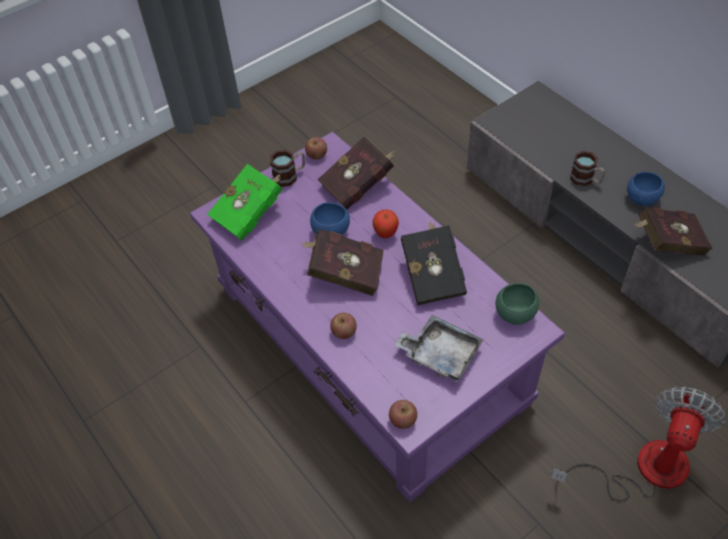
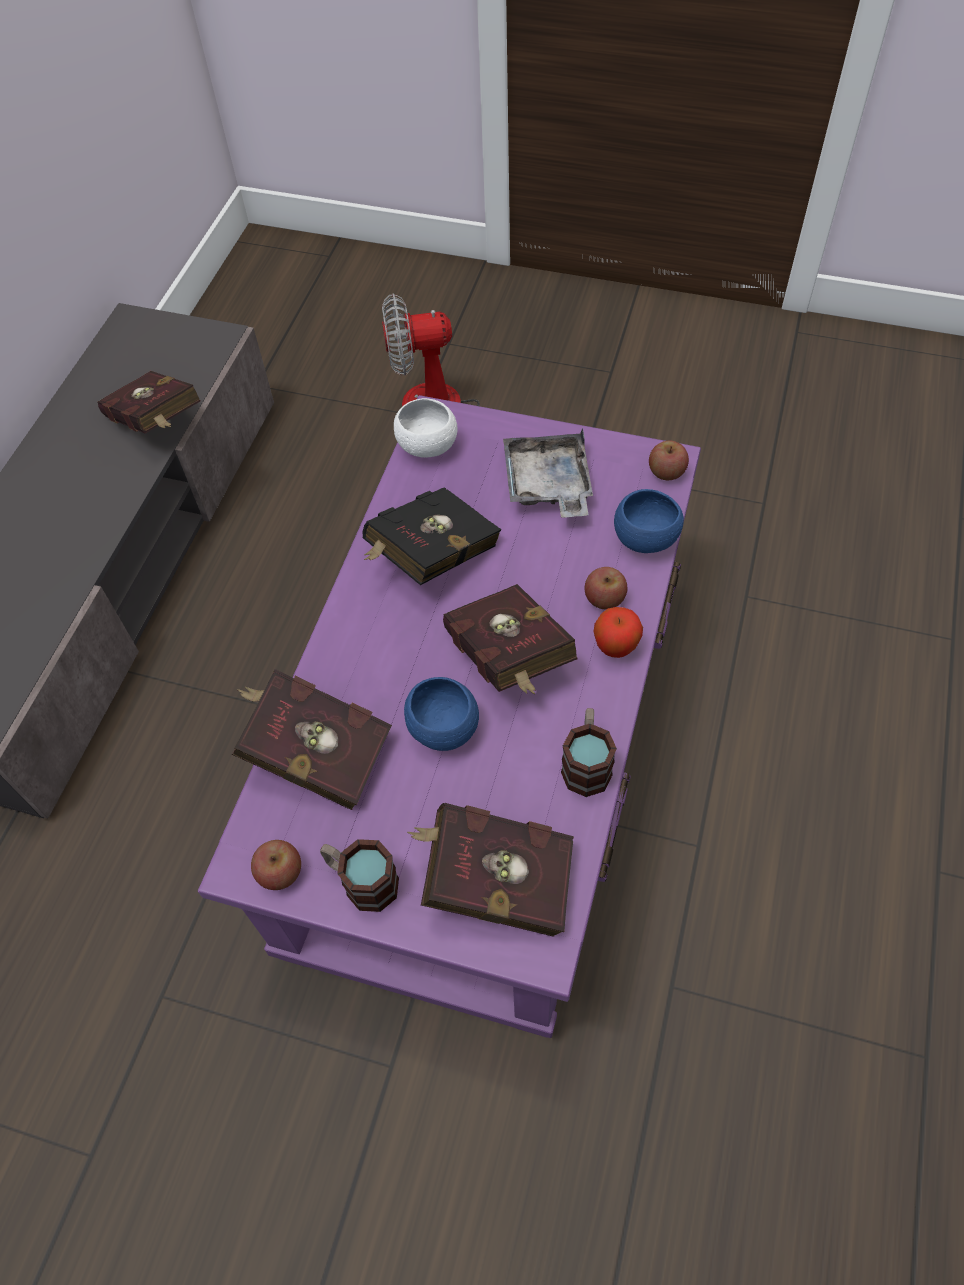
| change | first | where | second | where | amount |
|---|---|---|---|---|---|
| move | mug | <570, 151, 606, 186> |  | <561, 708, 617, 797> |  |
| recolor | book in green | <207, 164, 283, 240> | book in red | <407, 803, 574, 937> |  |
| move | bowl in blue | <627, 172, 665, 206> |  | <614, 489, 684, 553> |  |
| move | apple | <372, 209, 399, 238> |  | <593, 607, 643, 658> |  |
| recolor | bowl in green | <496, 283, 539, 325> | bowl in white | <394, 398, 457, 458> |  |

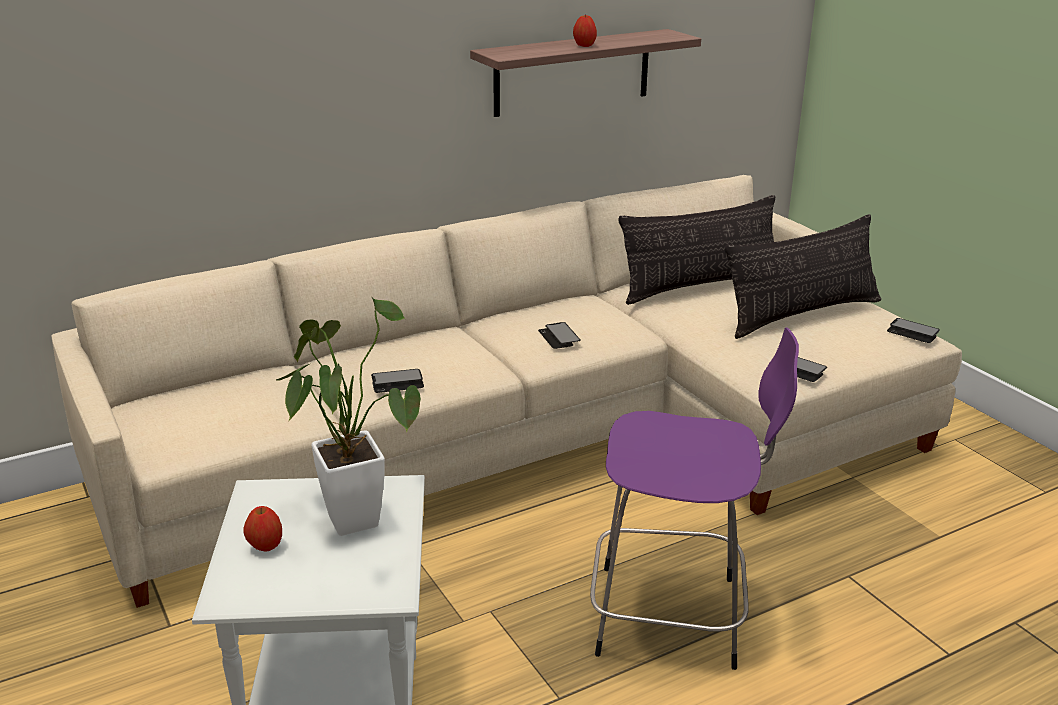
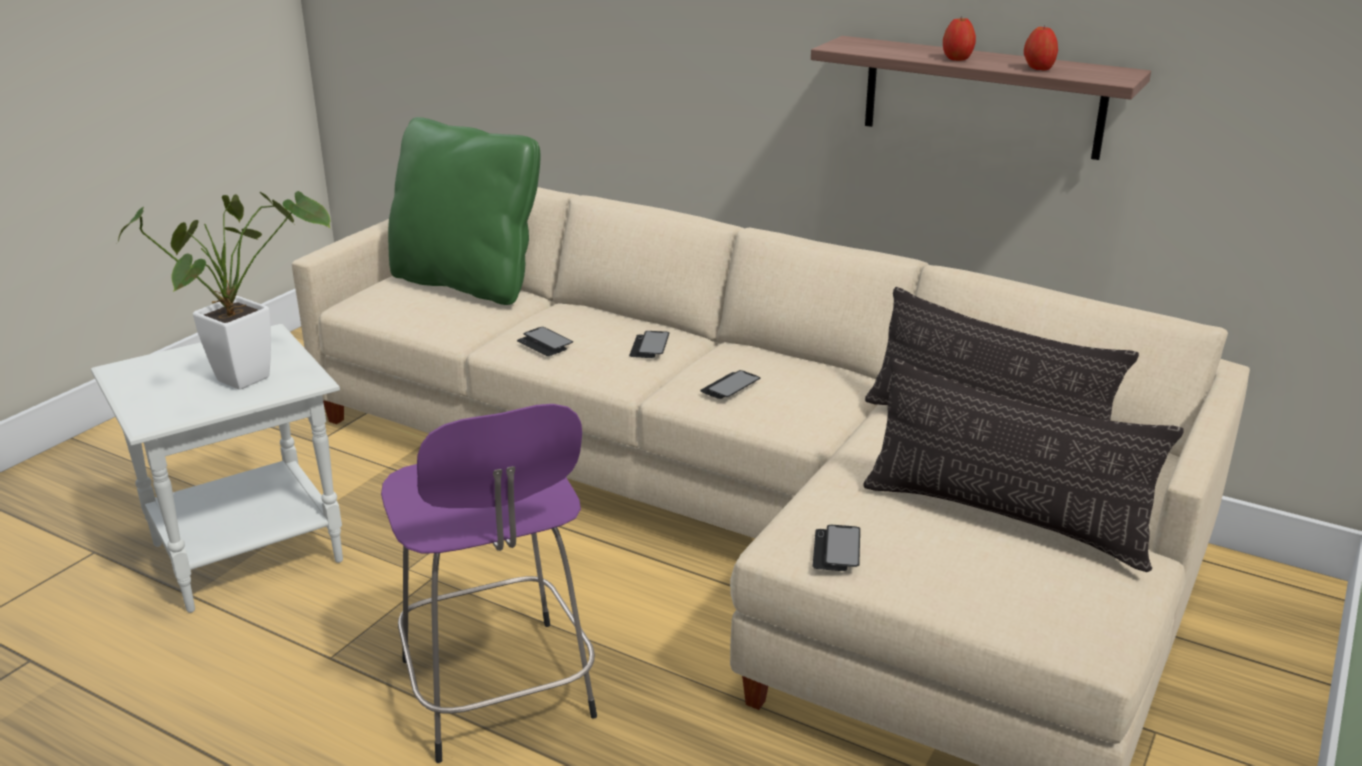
| change | first | where | second | where | amount |
|---|---|---|---|---|---|
| move | phone | <887, 318, 940, 343> |  | <629, 331, 669, 358> |  |
| move | apple | <243, 506, 282, 552> |  | <1024, 25, 1058, 71> |  |
| insert |  |  | pillow in green | <388, 117, 540, 305> |  |

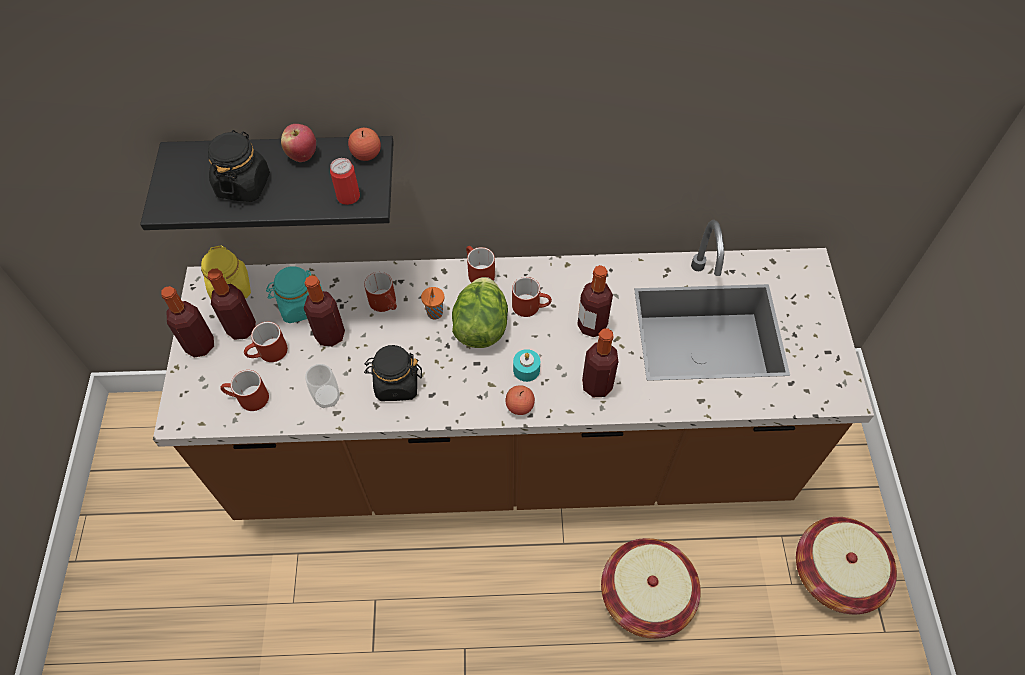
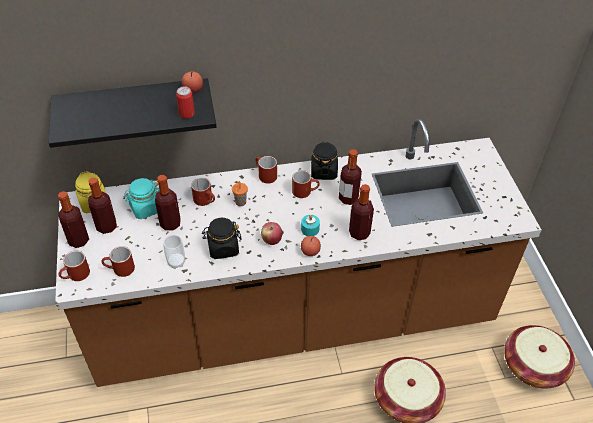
| change | first | where | second | where | amount |
|---|---|---|---|---|---|
| move | apple | <281, 124, 316, 162> |  | <261, 222, 283, 245> |  |
| move | jar in black | <208, 130, 270, 202> |  | <311, 142, 338, 180> |  |
| delete | lettuce | <452, 277, 508, 348> |  |  |  |
| move | mug in red | <244, 322, 288, 362> |  | <59, 251, 90, 281> |  |

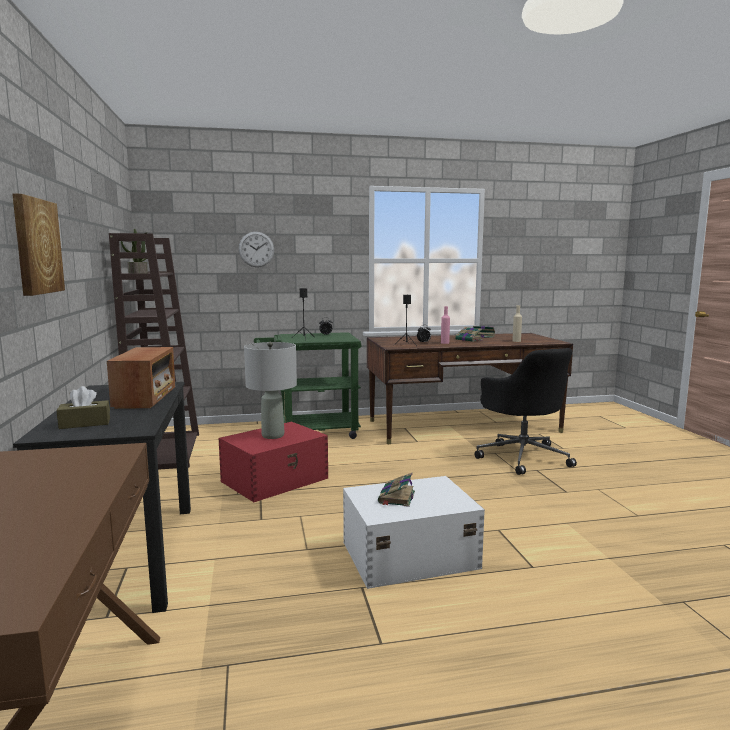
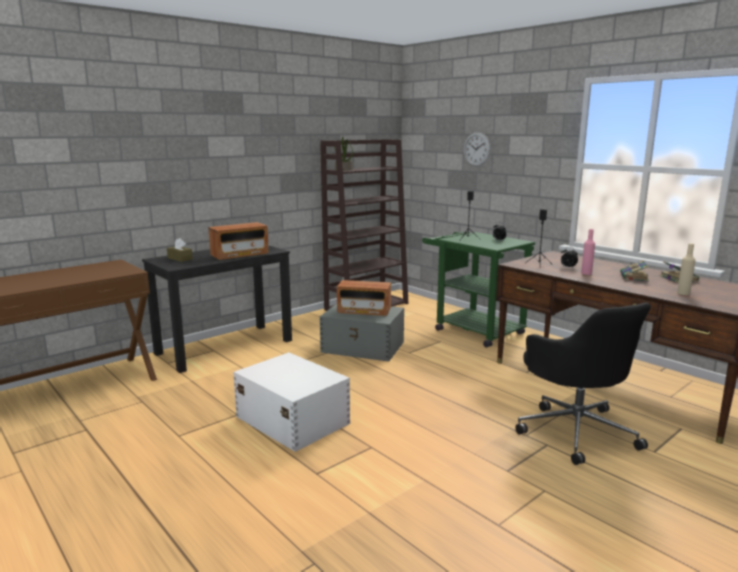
| change | first | where | second | where | amount |
|---|---|---|---|---|---|
| delete | picture | <12, 193, 65, 296> |  |  |  |
| replace | table lamp in grey | <244, 342, 297, 439> | radio | <337, 280, 391, 316> |  |
| rotate | office chair in black | <475, 348, 577, 475> |  | <515, 302, 651, 465> | 60 degrees counterclockwise |
| recolor | storage box in red | <218, 422, 328, 502> | storage box in grey | <320, 304, 404, 362> |  |
| delete | book | <378, 473, 415, 507> |  |  |  |

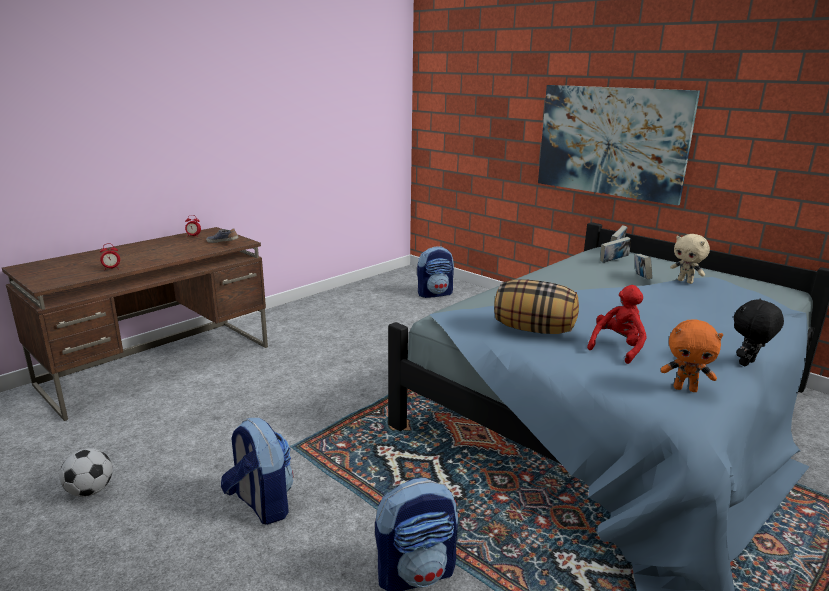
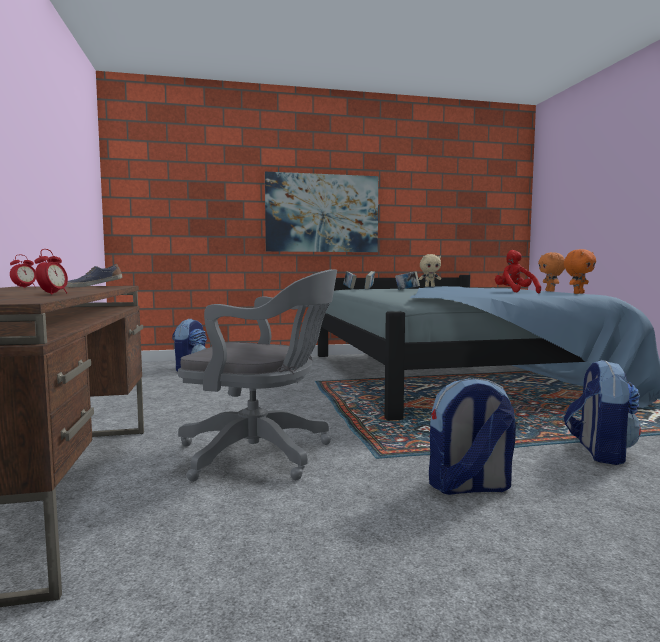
| change | first | where | second | where | amount |
|---|---|---|---|---|---|
| delete | pillow | <494, 279, 579, 334> |  |  |  |
| recolor | plush toy in black | <734, 298, 784, 366> | plush toy in orange | <538, 252, 565, 292> |  |
| delete | football | <60, 448, 112, 497> |  |  |  |
| insert |  |  | office chair in grey | <178, 269, 337, 482> |  |

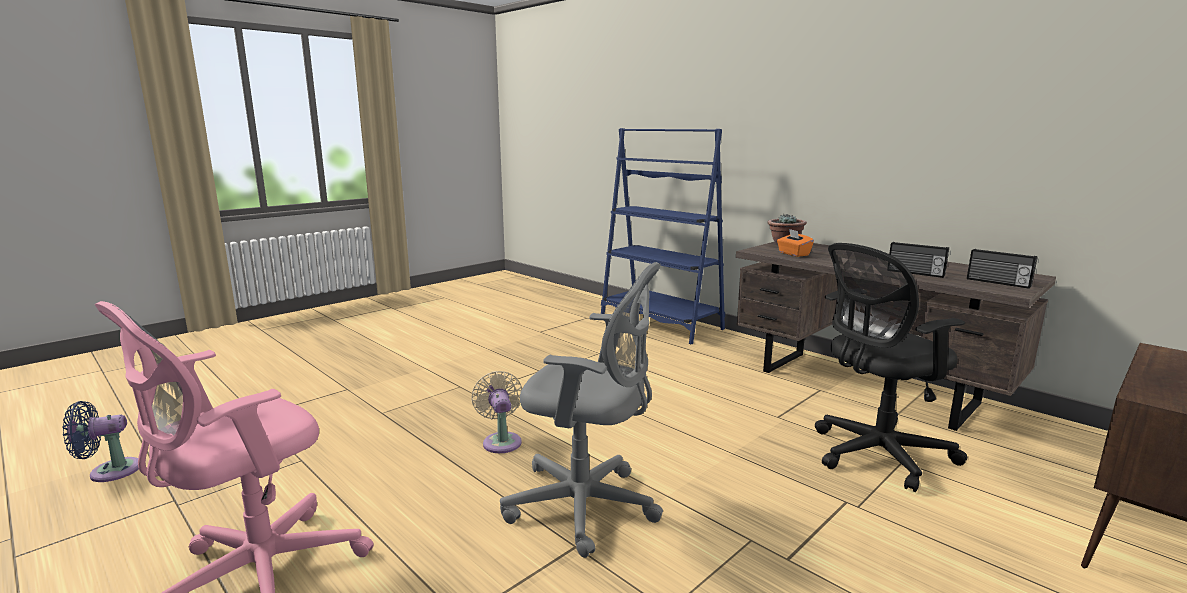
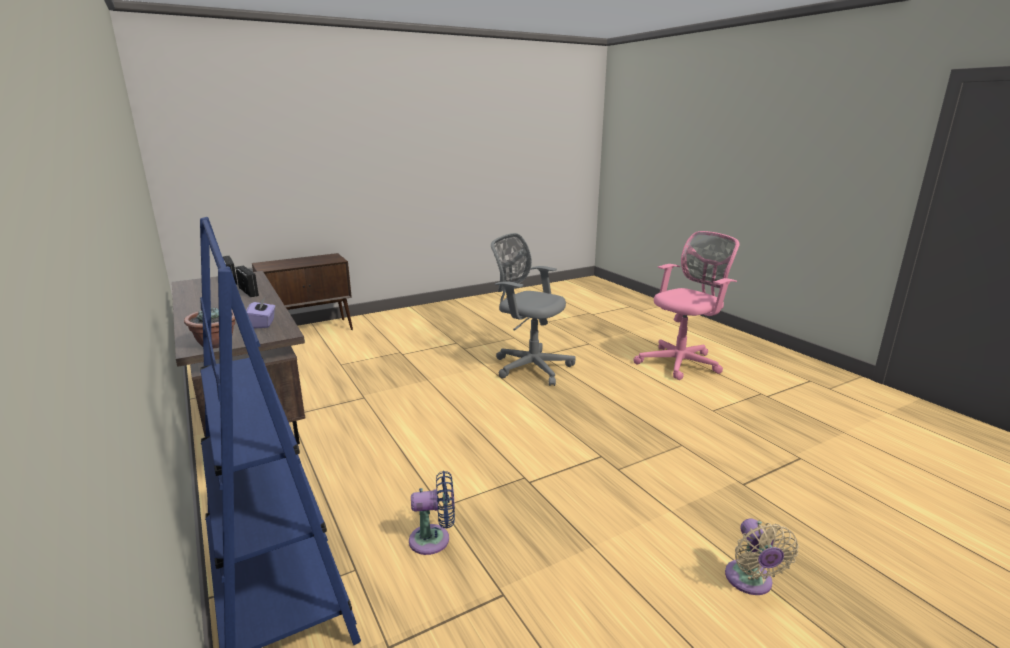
| change | first | where | second | where | amount |
|---|---|---|---|---|---|
| recolor | tissue box in orange | <777, 229, 814, 257> | tissue box in purple | <246, 297, 275, 329> |  |
| delete | office chair in black | <815, 243, 968, 492> |  |  |  |
| move | fan in beige | <472, 371, 522, 453> |  | <725, 518, 799, 595> |  |
| move | fan in blue | <63, 401, 139, 482> |  | <409, 471, 455, 555> |  |

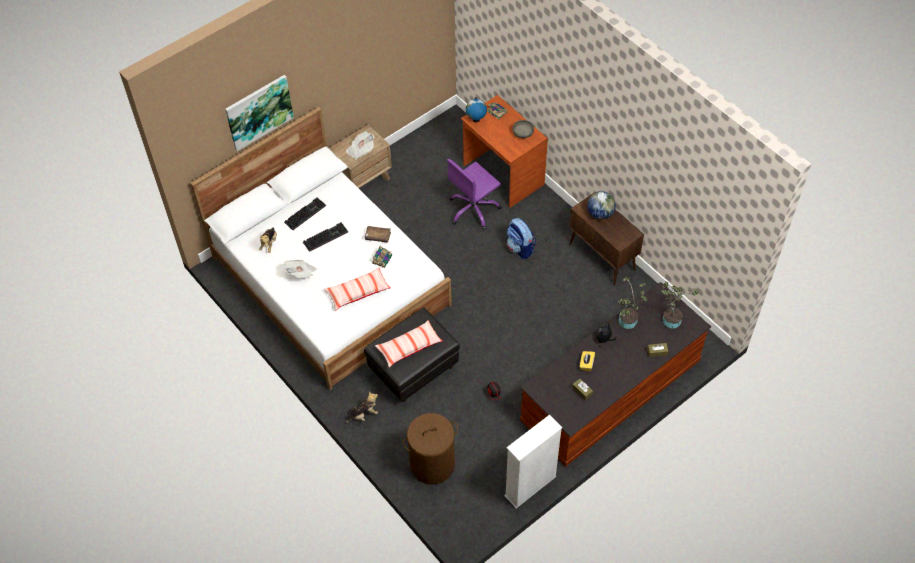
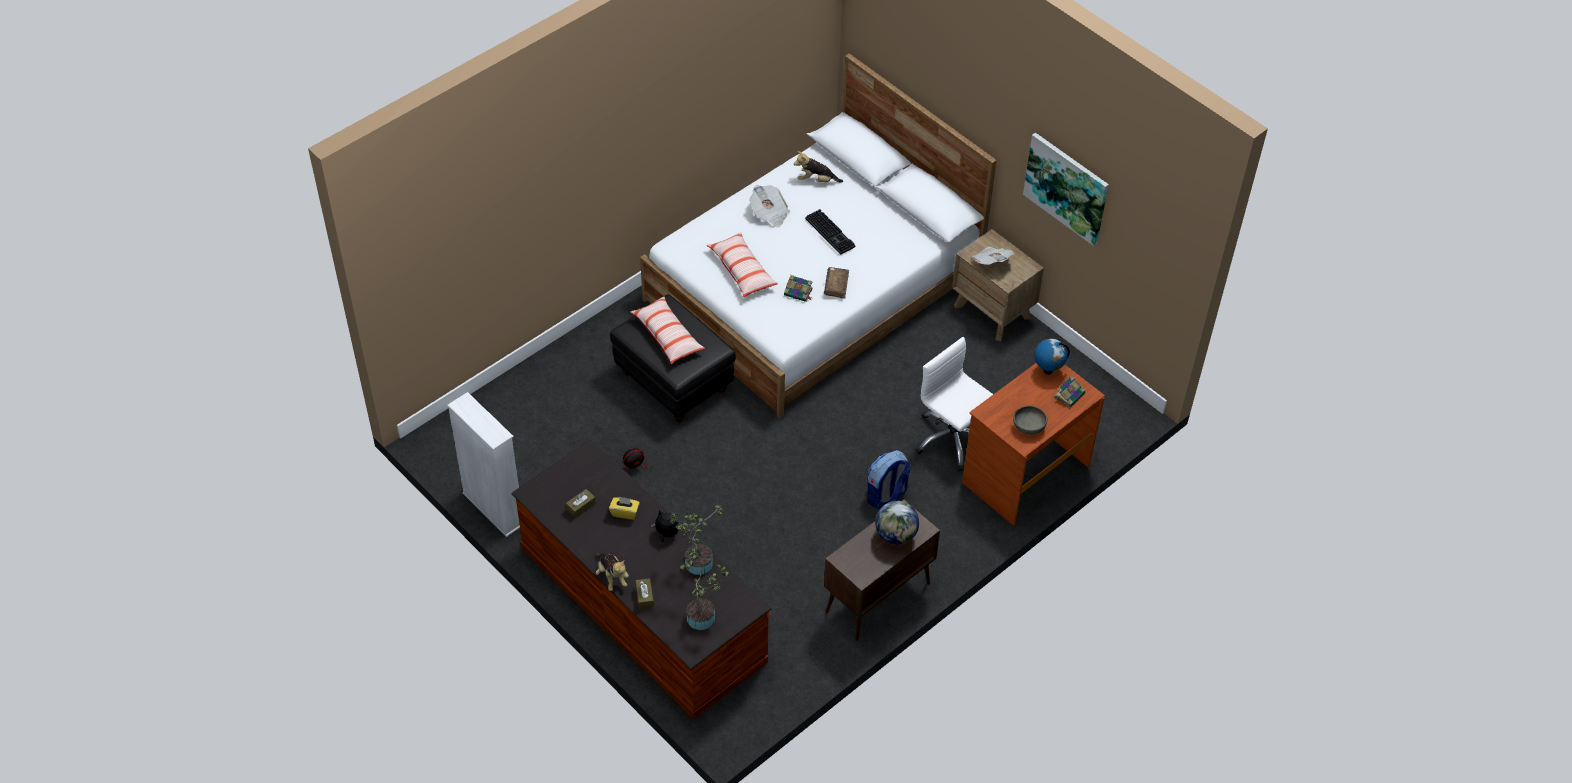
| change | first | where | second | where | amount |
|---|---|---|---|---|---|
| move | picture | <225, 75, 294, 151> |  | <1023, 133, 1109, 246> |  |
| recolor | office chair in purple | <447, 159, 502, 230> | office chair in white | <916, 337, 993, 471> |  |
| delete | keyboard | <284, 197, 326, 230> |  |  |  |
| move | plush toy | <345, 392, 378, 424> |  | <596, 553, 629, 591> |  |
| delete | laundry basket in brown | <403, 413, 458, 484> |  |  |  |

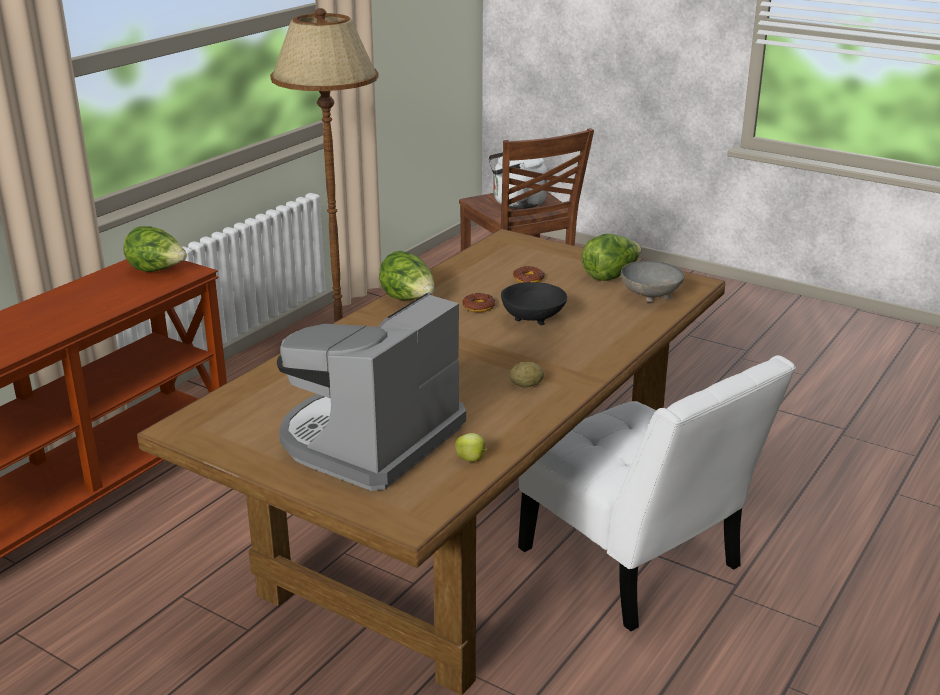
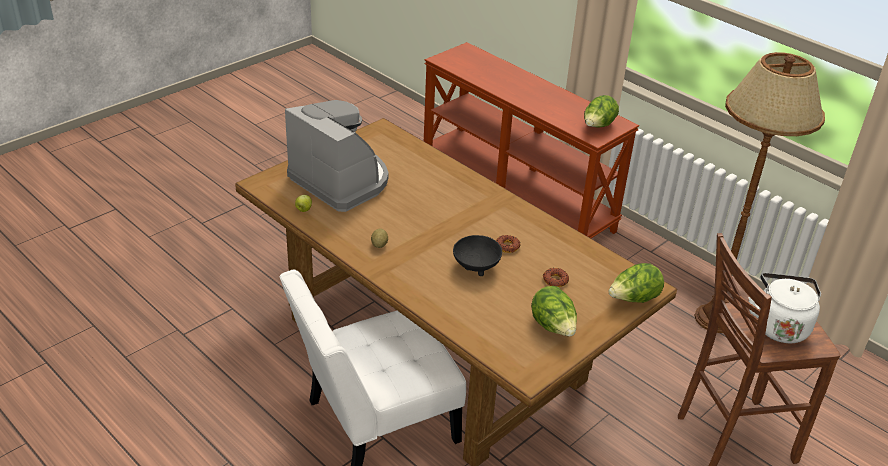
| change | first | where | second | where | amount |
|---|---|---|---|---|---|
| move | lettuce | <379, 251, 435, 300> |  | <609, 263, 664, 303> |  |
| delete | bowl in grey | <621, 261, 685, 303> |  |  |  |

